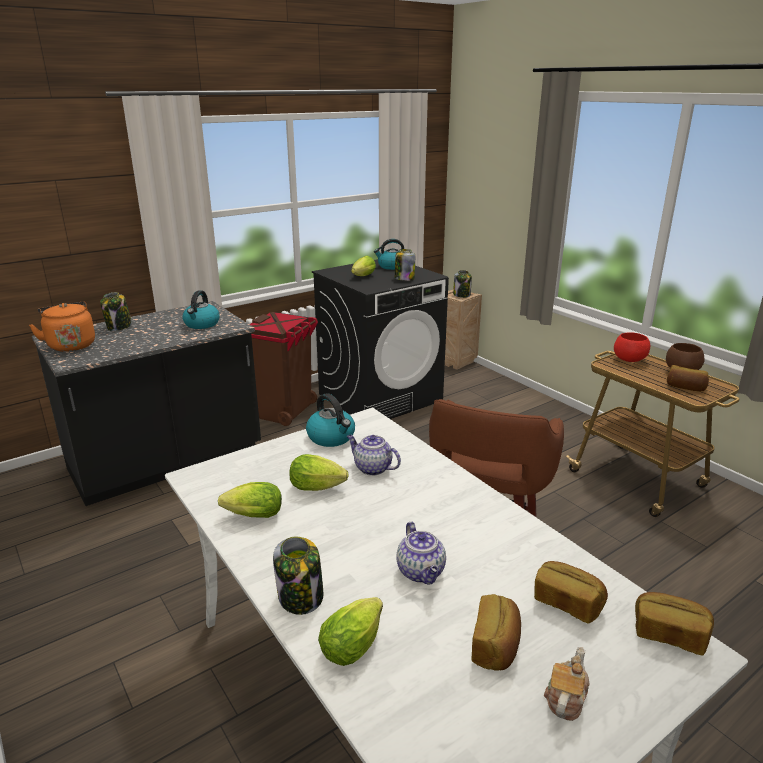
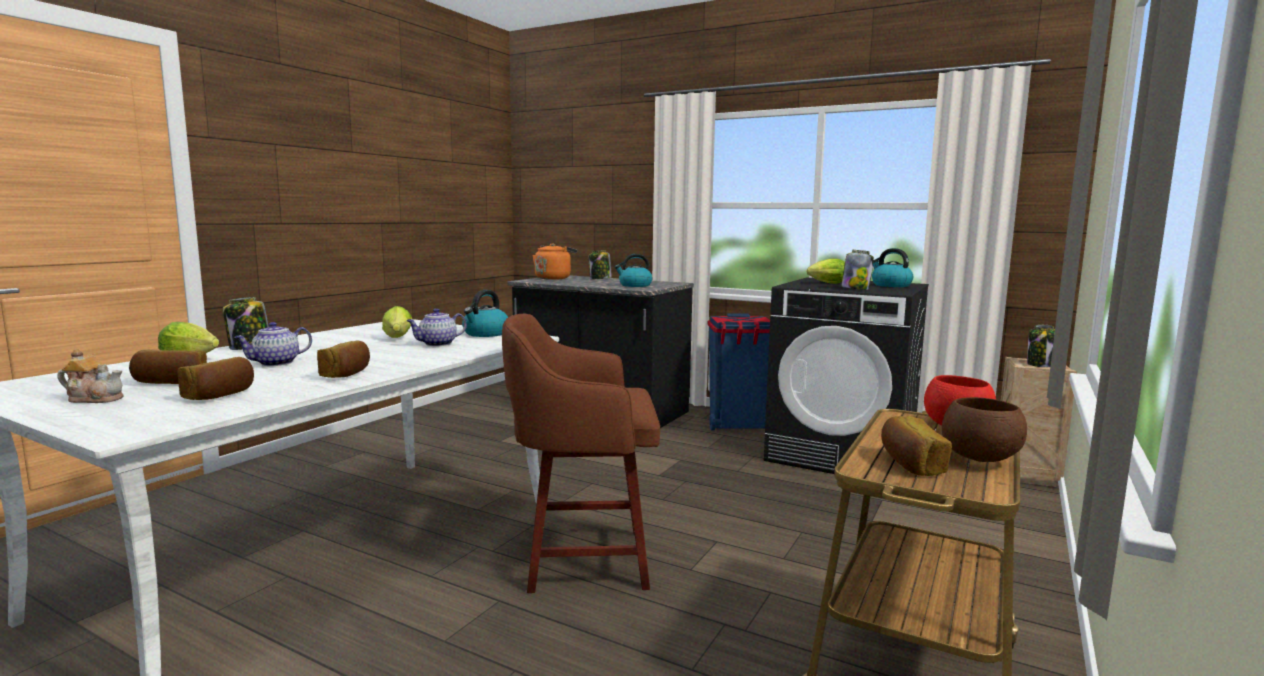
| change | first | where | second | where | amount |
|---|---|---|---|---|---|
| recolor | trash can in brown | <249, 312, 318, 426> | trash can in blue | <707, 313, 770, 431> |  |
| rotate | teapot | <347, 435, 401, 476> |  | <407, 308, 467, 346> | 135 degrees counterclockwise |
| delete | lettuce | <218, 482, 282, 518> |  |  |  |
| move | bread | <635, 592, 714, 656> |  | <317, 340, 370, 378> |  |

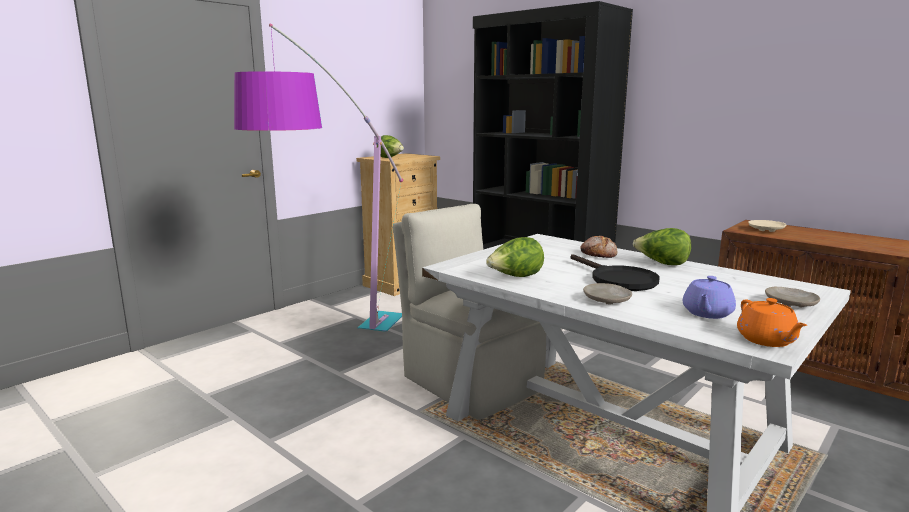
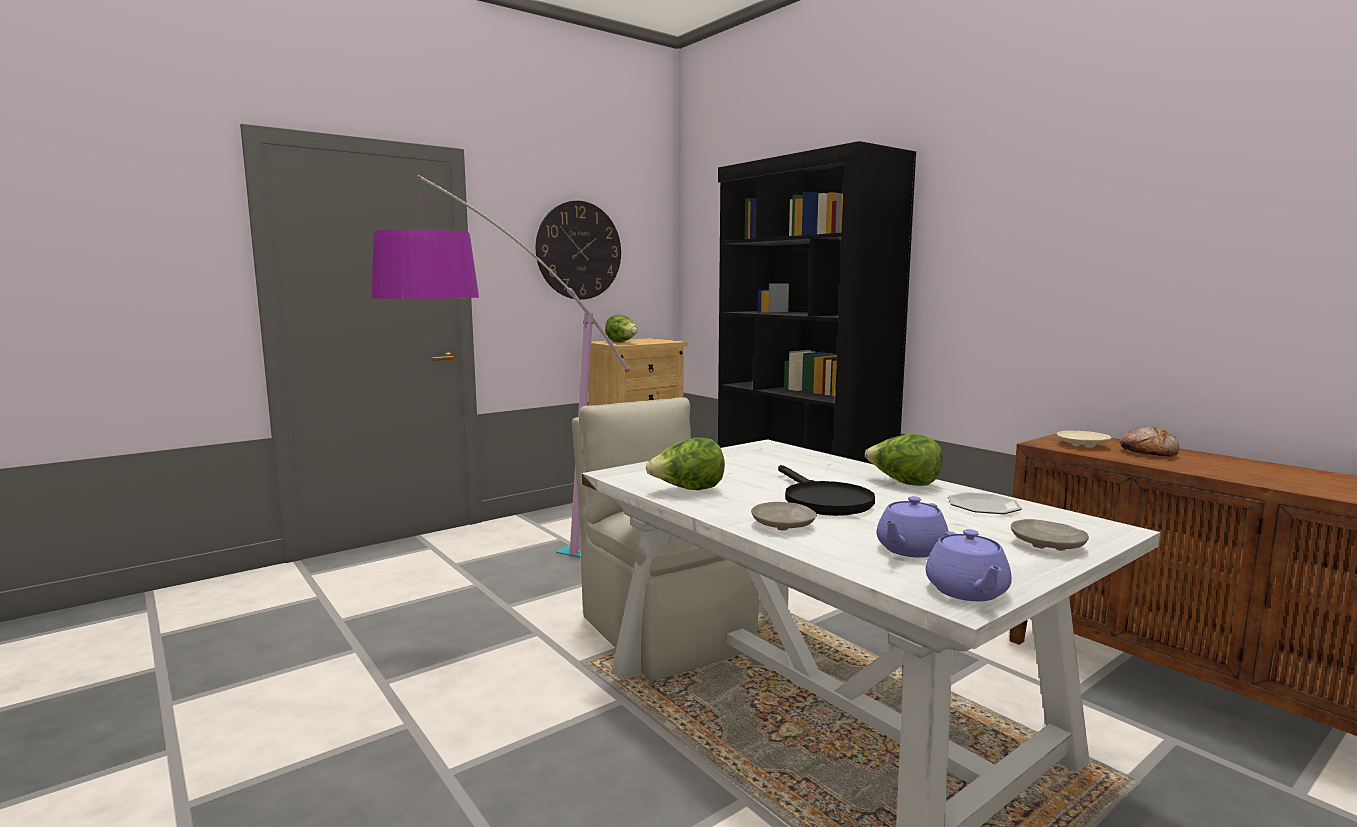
| change | first | where | second | where | amount |
|---|---|---|---|---|---|
| move | bread | <580, 236, 617, 258> |  | <1119, 427, 1179, 457> |  |
| recolor | teapot in orange | <737, 298, 807, 347> | teapot in purple | <926, 529, 1012, 601> |  |
| insert |  |  | wall clock | <536, 201, 621, 300> |  |
| insert |  |  | plate | <948, 492, 1022, 514> |  |

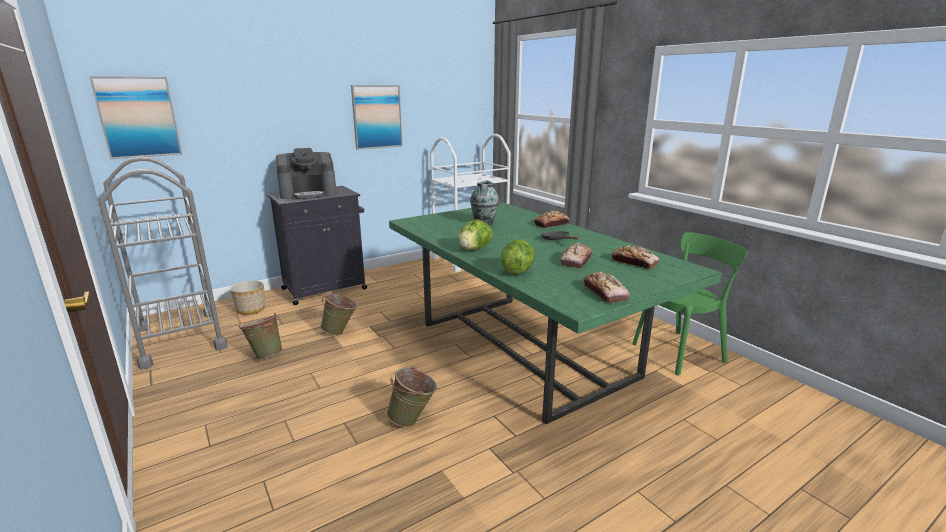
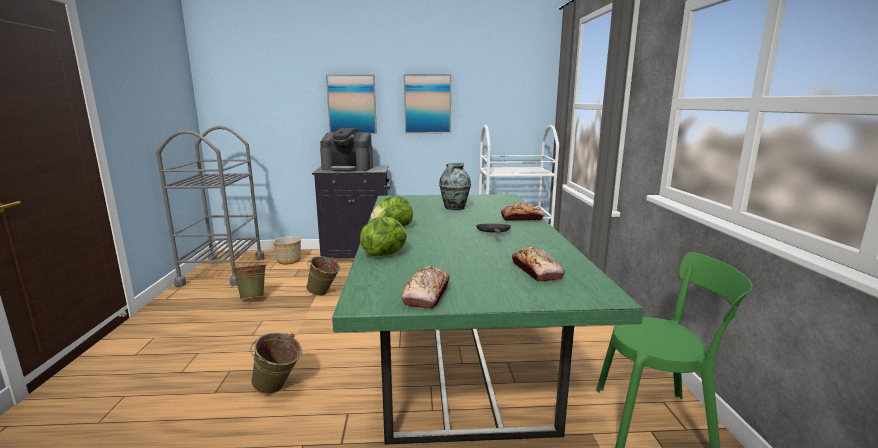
| change | first | where | second | where | amount |
|---|---|---|---|---|---|
| move | picture | <89, 76, 182, 159> |  | <326, 74, 377, 134> |  |
| delete | bread | <561, 243, 592, 268> |  |  |  |

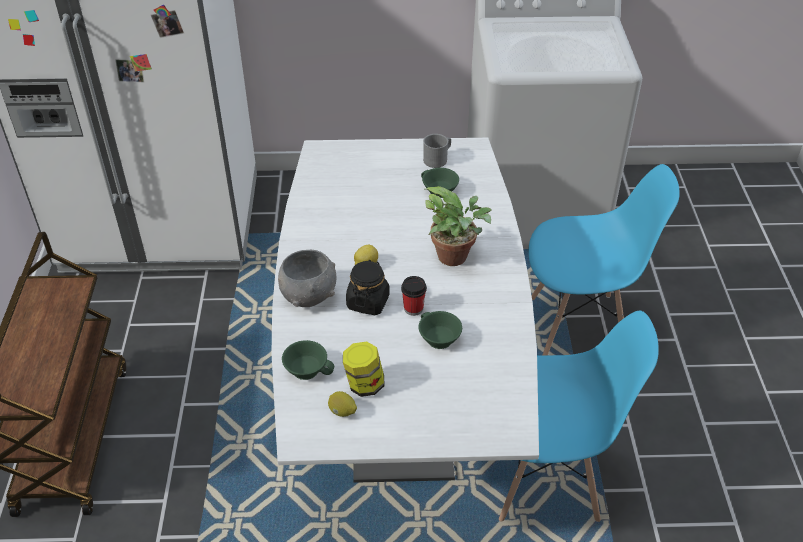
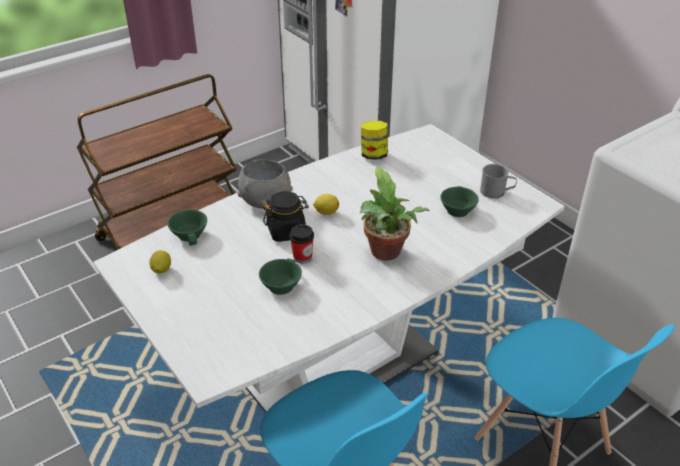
| change | first | where | second | where | amount |
|---|---|---|---|---|---|
| move | jar | <343, 342, 384, 397> |  | <361, 121, 388, 159> |  |

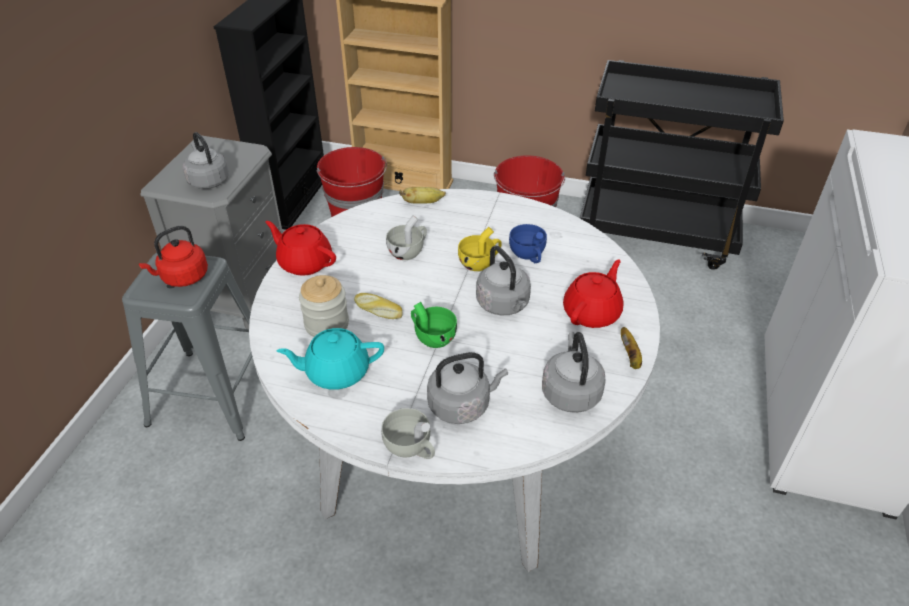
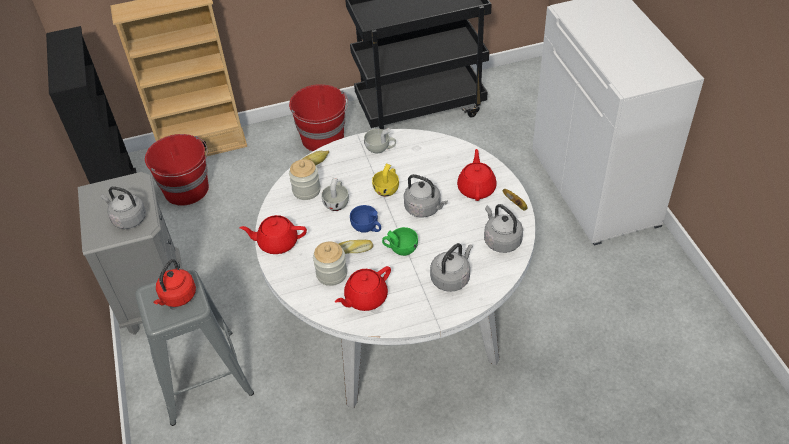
| change | first | where | second | where | amount |
|---|---|---|---|---|---|
| move | cup in blue | <509, 224, 547, 263> |  | <350, 205, 381, 233> |  |
| recolor | teapot in turquoise | <277, 328, 384, 390> | teapot in red | <335, 266, 391, 311> |  |
| move | cup in white | <381, 408, 435, 459> |  | <364, 128, 396, 153> |  |
| insert |  |  | jar | <289, 159, 321, 200> |  |

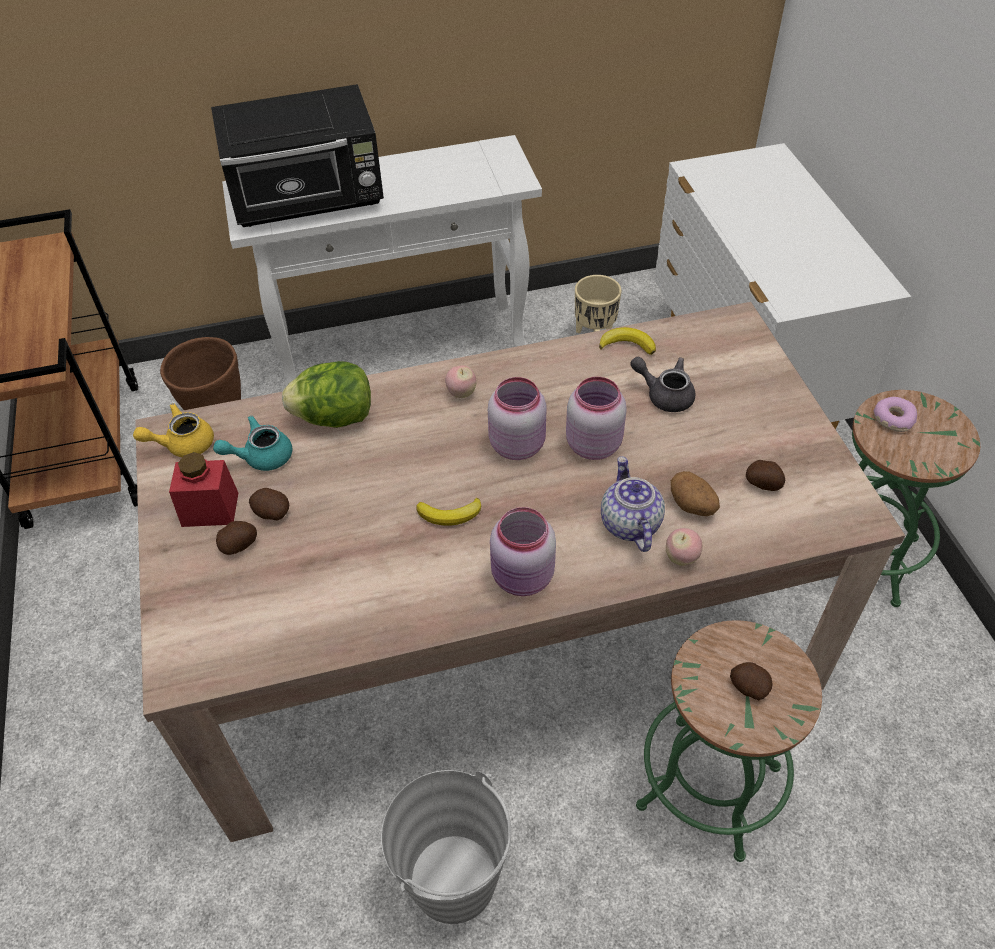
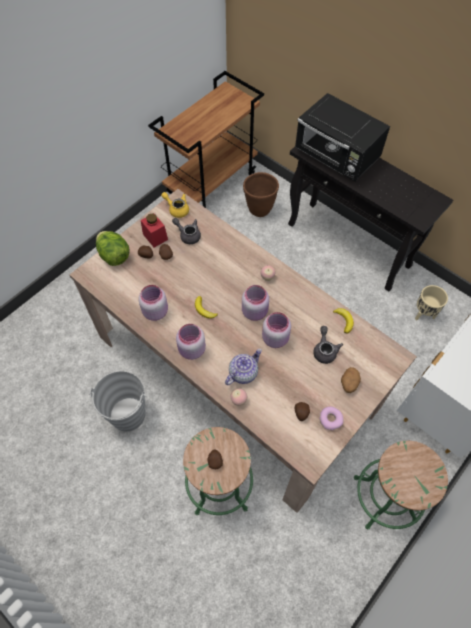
| change | first | where | second | where | amount |
|---|---|---|---|---|---|
| recolor | console table in white | <222, 135, 542, 387> | console table in black | <288, 147, 453, 291> |  |
| move | lettuce | <282, 361, 371, 428> |  | <96, 231, 129, 266> |  |
| move | donut | <874, 397, 917, 432> |  | <319, 407, 343, 430> |  |
| recolor | teapot in turquoise | <213, 415, 292, 471> | teapot in grey | <172, 218, 201, 244> |  |
| move | potato | <671, 471, 720, 516> |  | <341, 367, 361, 393> |  |
| insert |  |  | jar in pink | <138, 285, 168, 321> |  |

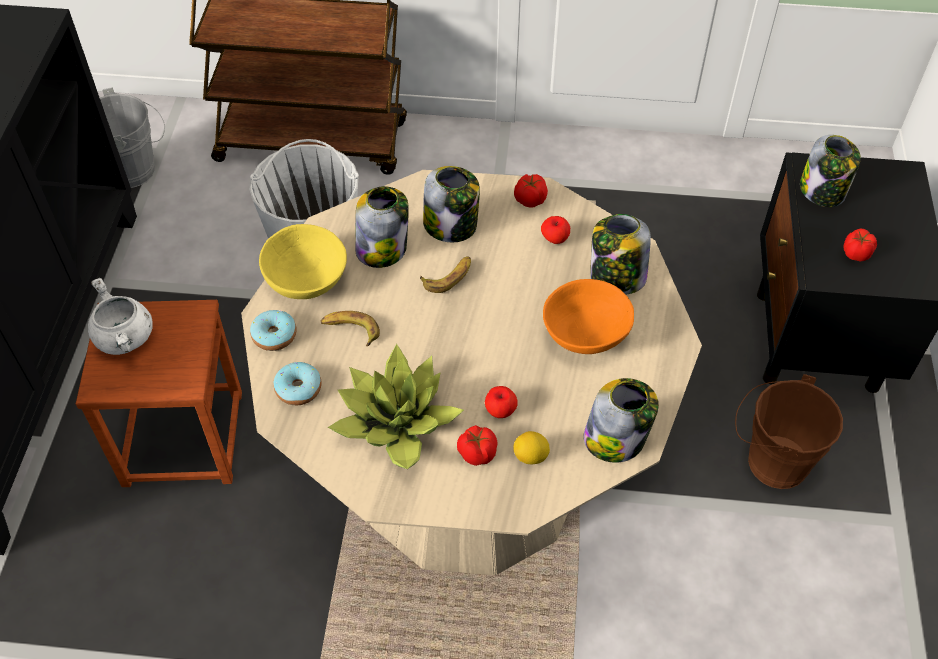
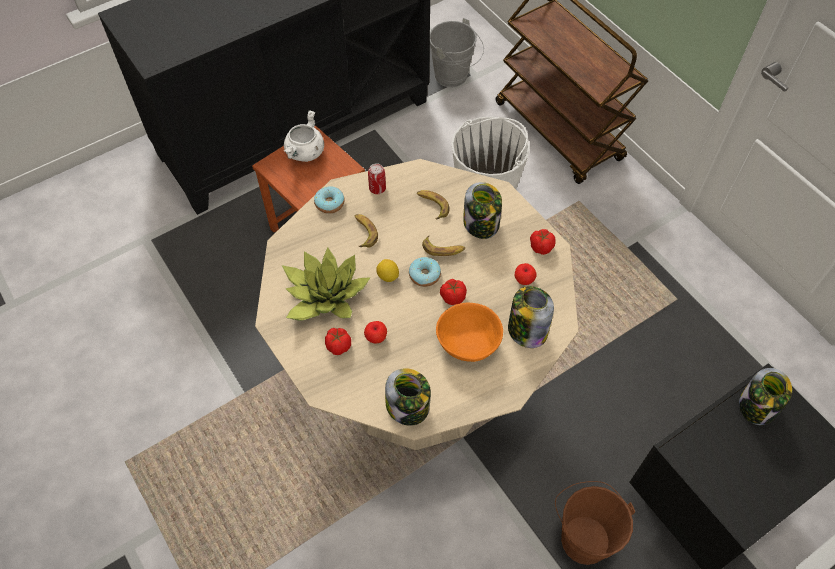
| change | first | where | second | where | amount |
|---|---|---|---|---|---|
| replace | jar | <355, 186, 409, 268> | banana | <417, 190, 450, 219> |  |
| replace | bowl in yellow | <259, 224, 347, 299> | can | <368, 163, 386, 194> |  |
| move | tomato | <844, 229, 877, 261> |  | <440, 279, 467, 305> |  |
| move | donut | <274, 362, 322, 405> |  | <409, 257, 441, 287> |  |
| move | lemon | <513, 431, 550, 464> |  | <376, 259, 399, 282> |  |

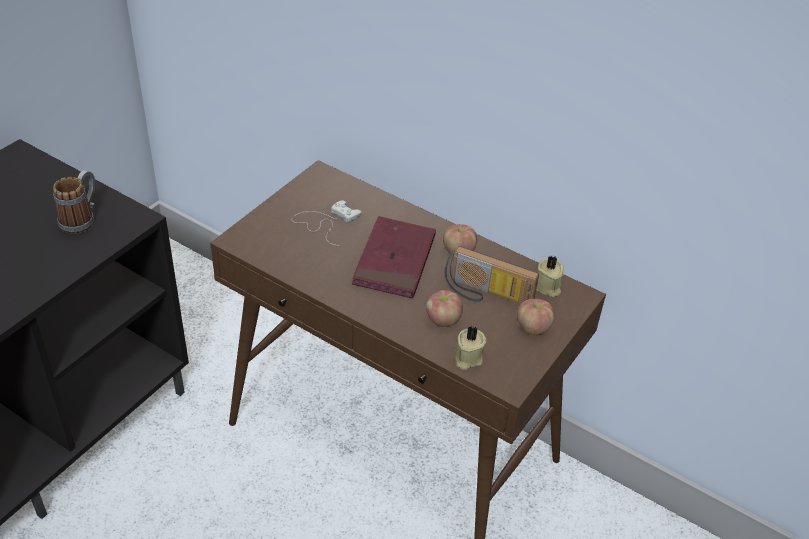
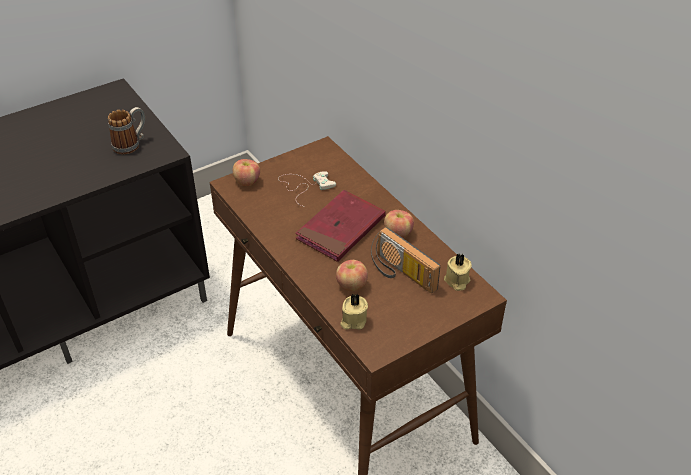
| change | first | where | second | where | amount |
|---|---|---|---|---|---|
| move | apple | <517, 299, 554, 335> |  | <233, 159, 260, 186> |  |

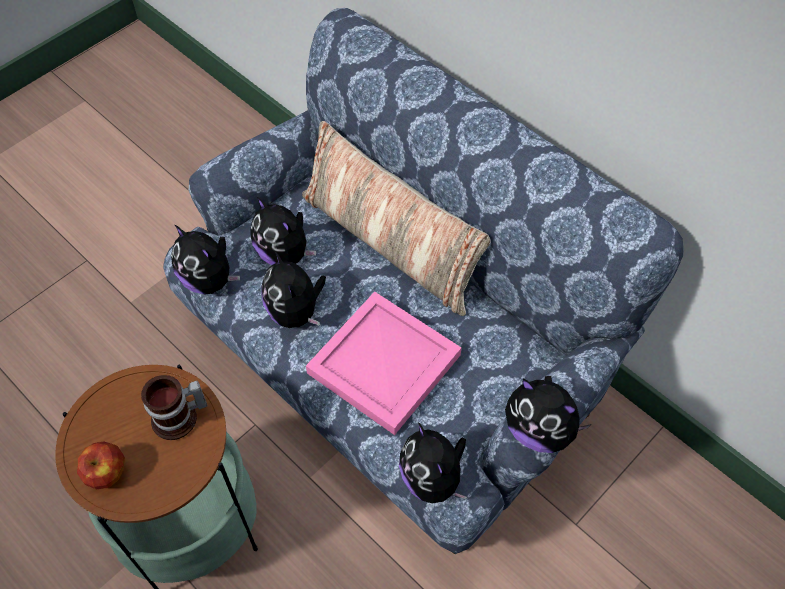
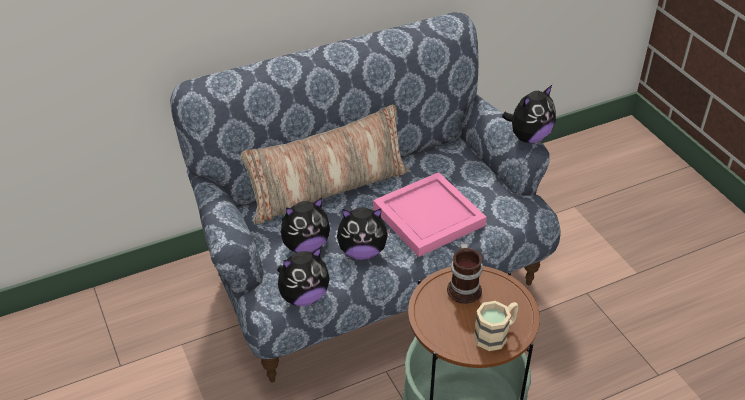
| change | first | where | second | where | amount |
|---|---|---|---|---|---|
| delete | plush toy | <399, 422, 467, 503> |  |  |  |
| replace | apple | <77, 441, 125, 489> | mug in beige | <474, 301, 519, 351> |  |

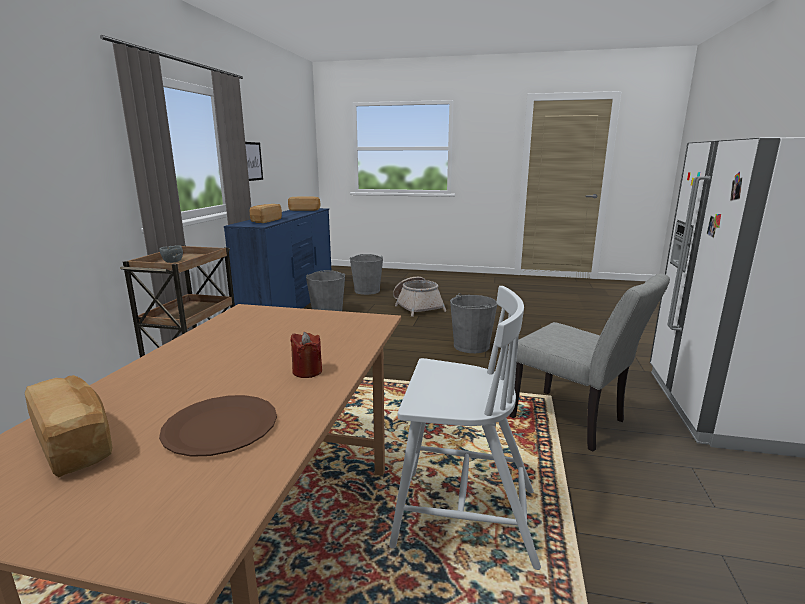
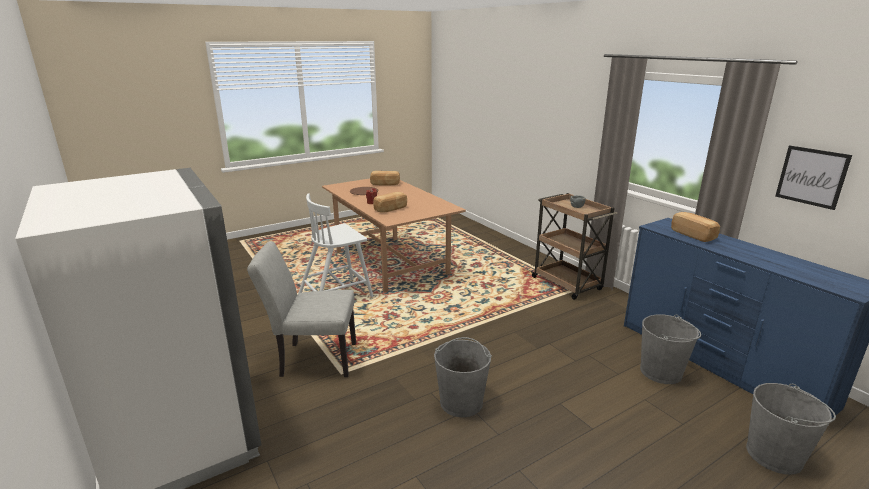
| change | first | where | second | where | amount |
|---|---|---|---|---|---|
| move | bread | <288, 196, 321, 211> |  | <373, 192, 407, 212> |  |
| delete | basket | <393, 277, 446, 317> |  |  |  |

